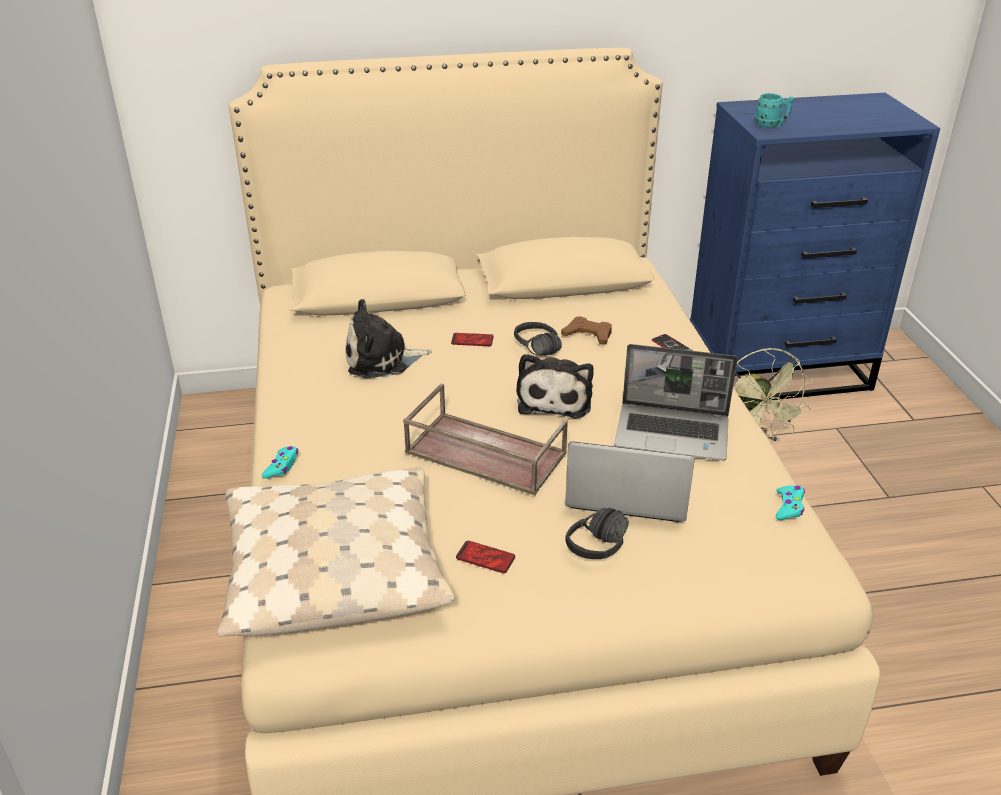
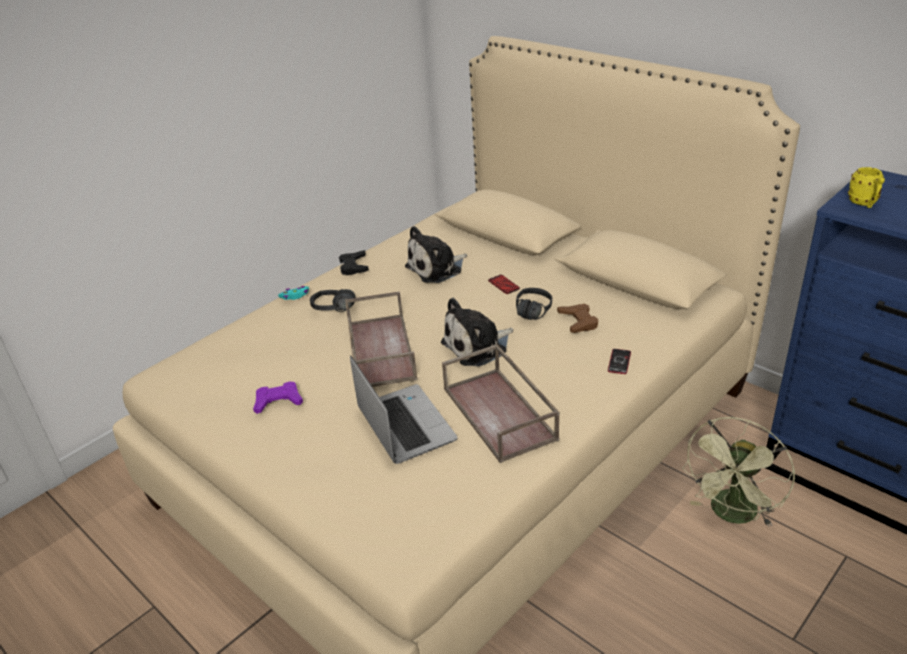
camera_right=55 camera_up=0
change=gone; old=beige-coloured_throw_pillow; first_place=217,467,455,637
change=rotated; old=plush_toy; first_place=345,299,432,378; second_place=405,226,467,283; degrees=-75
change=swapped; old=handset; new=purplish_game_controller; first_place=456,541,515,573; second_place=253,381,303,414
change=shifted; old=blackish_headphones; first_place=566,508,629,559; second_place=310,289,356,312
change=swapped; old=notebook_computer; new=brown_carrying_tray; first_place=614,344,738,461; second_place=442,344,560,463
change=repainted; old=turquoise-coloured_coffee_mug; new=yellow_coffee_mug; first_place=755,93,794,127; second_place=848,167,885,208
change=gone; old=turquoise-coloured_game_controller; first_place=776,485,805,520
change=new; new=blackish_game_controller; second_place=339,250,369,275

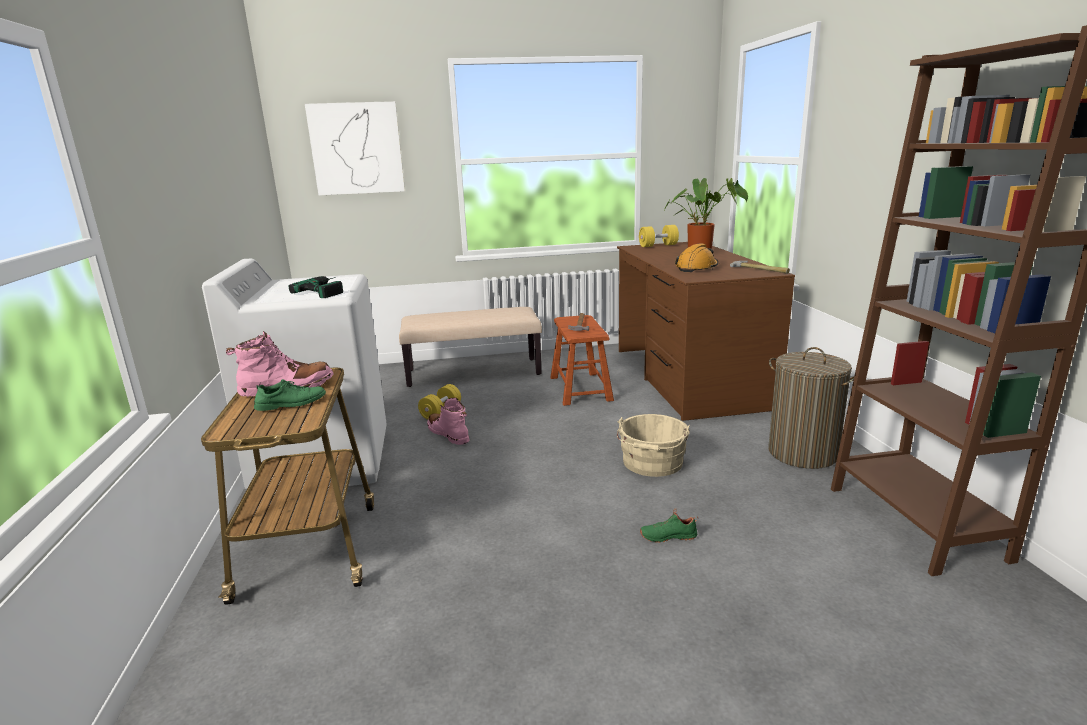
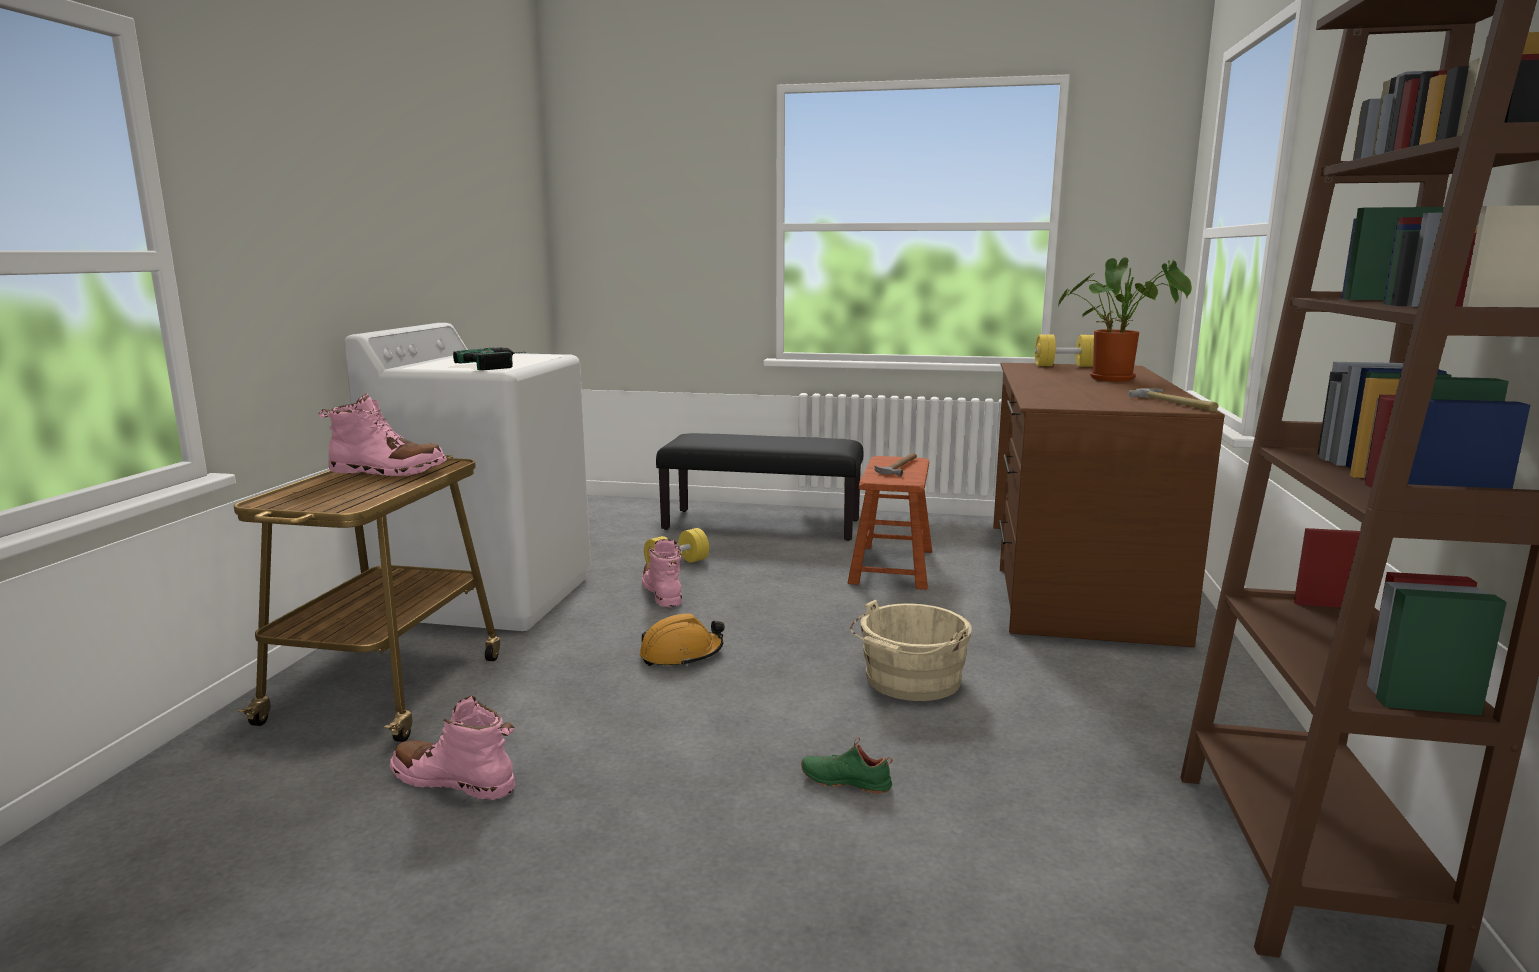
camera_right=20 camera_up=-5
change=gone; old=greenish_item_of_footwear; first_place=254,379,326,411
change=gone; old=wall_art; first_place=305,101,405,196
change=repainted; old=beige-coloured_long_seat; new=blackish_long_seat; first_place=399,307,542,387; second_place=656,433,863,541
change=shifted; old=orange_work_helmet; first_place=675,243,718,272; second_place=640,613,725,667
change=gone; old=hamper; first_place=768,347,854,469
change=new; new=pink_tall_boot; second_place=390,696,515,800

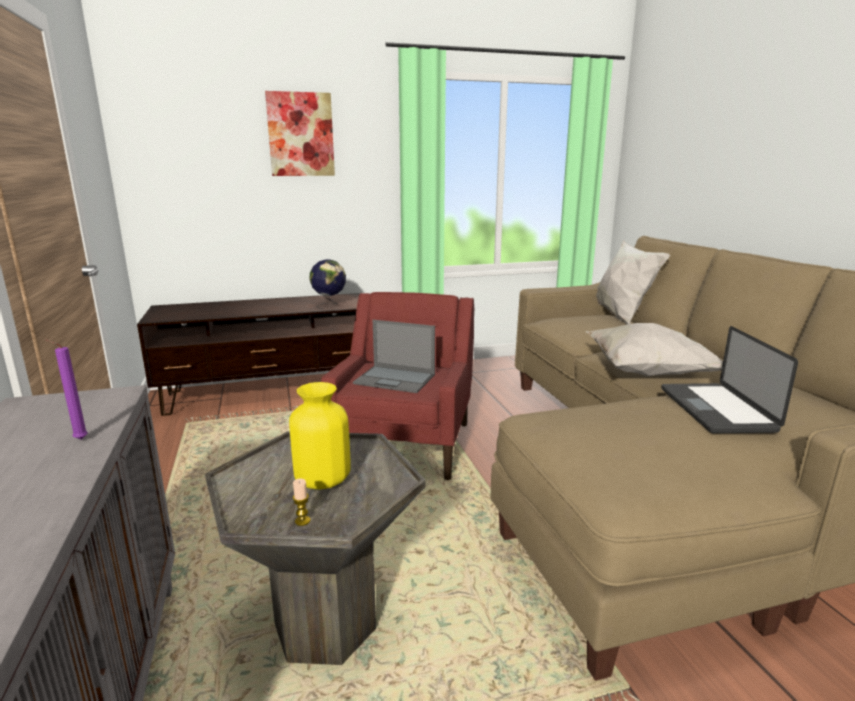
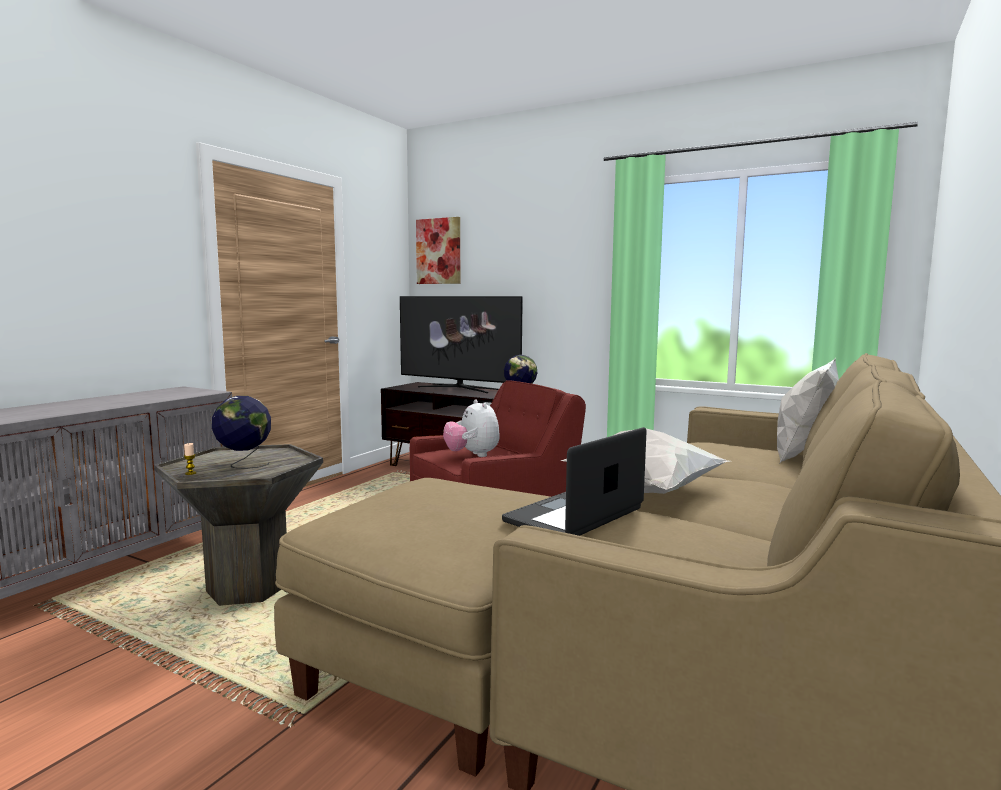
camera_right=45 camera_up=-10
change=gone; old=purplish_candle; first_place=45,340,88,440
change=shifted; old=wall_art; first_place=265,91,335,176; second_place=416,217,460,284
change=swapped; old=yellow_flower_vase; new=globe; first_place=289,382,351,490; second_place=212,396,271,469
change=swapped; old=notebook_computer; new=plush_toy; first_place=353,320,435,393; second_place=443,399,500,457
change=new; new=TV; second_place=400,296,523,393

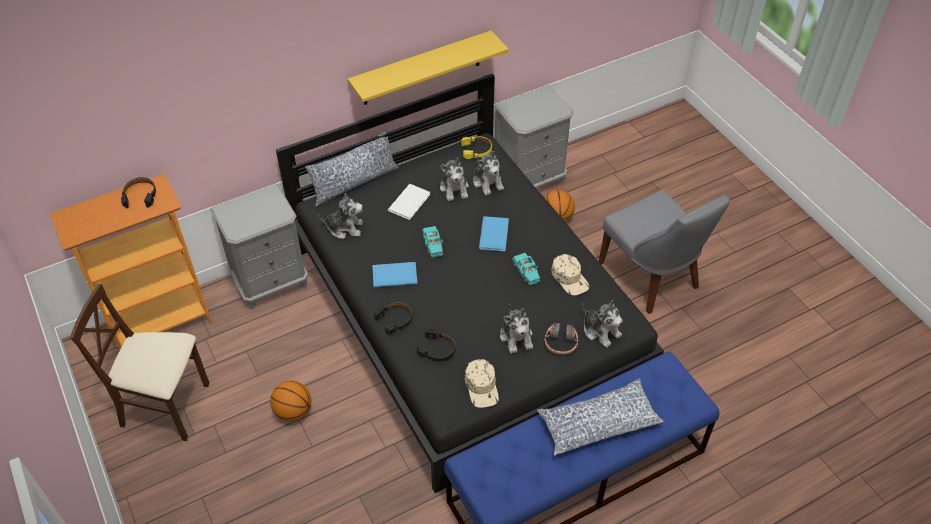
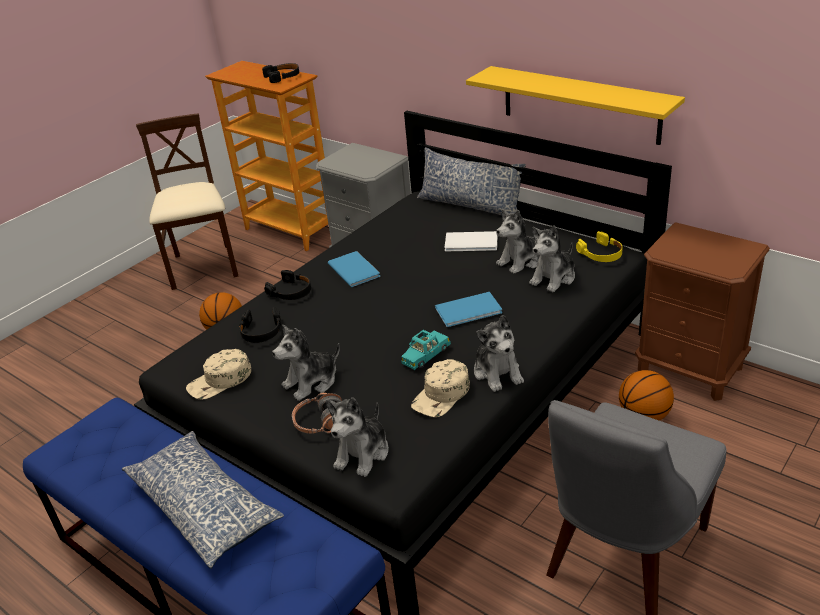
camera_right=70 camera_up=-15
change=shifted; old=plush_toy; first_place=318,193,363,239; second_place=474,315,524,392
change=gone; old=turquoise-coloured_miniature_car; first_place=422,226,443,258
change=repainted; old=grey_nightstand; new=brown_nightstand; first_place=494,85,574,188; second_place=635,222,770,401

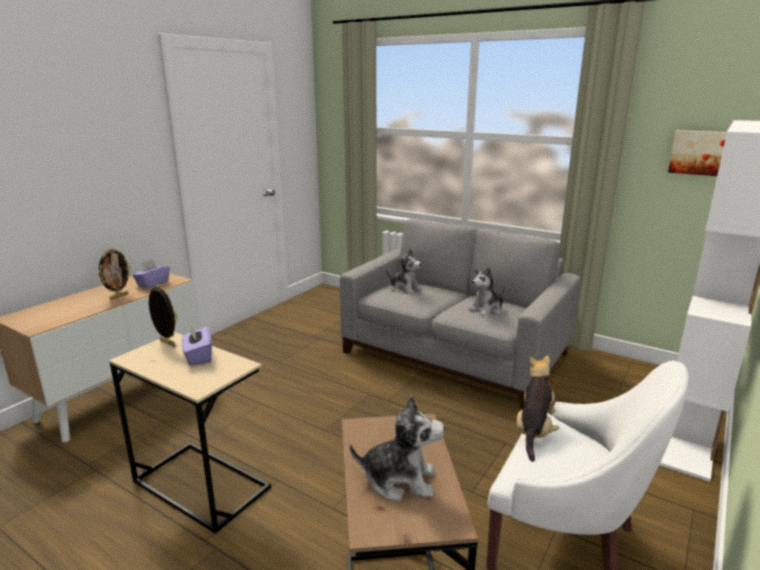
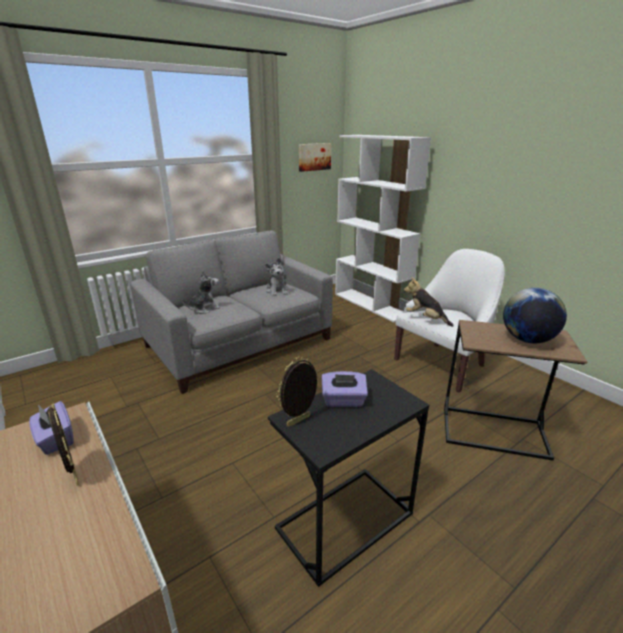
camera_right=-70 camera_up=5
change=repainted; old=beige-coloured_end_table; new=blackish_end_table; first_place=109,332,271,534; second_place=268,369,429,587
change=swapped; old=plush_toy; new=globe; first_place=350,395,445,501; second_place=503,288,567,343

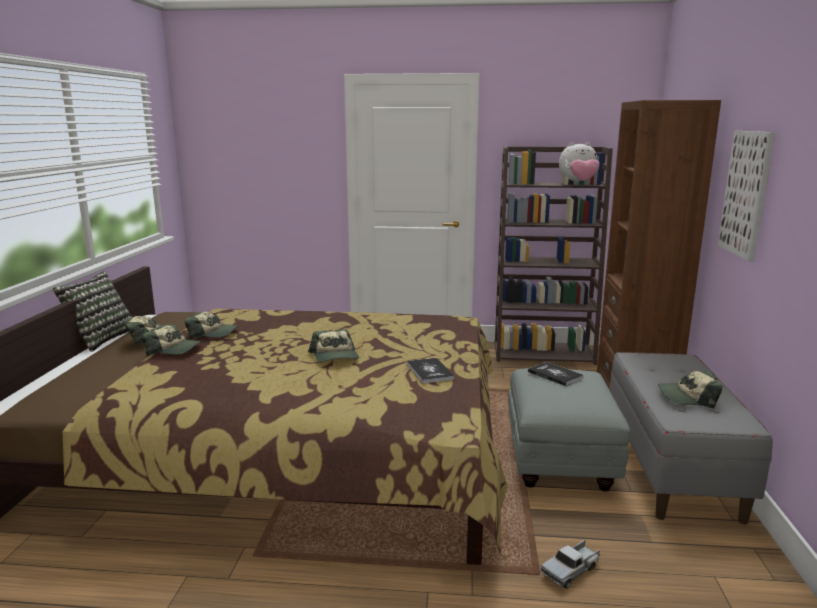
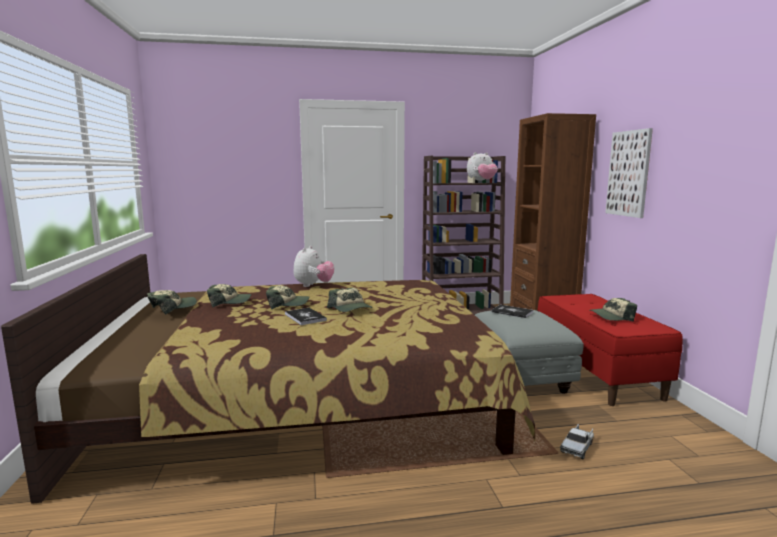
camera_right=-15 camera_up=-5
change=gone; old=throw_pillow; first_place=53,271,132,352
change=shifted; old=baseball_cap; first_place=142,326,202,356; second_place=266,285,309,310
change=shifted; old=bound_book; first_place=407,358,454,384; second_place=285,308,327,325
change=repainted; old=grey_long_seat; new=red_long_seat; first_place=610,352,773,525; second_place=538,294,683,406
change=new; new=plush_toy; second_place=294,246,334,287

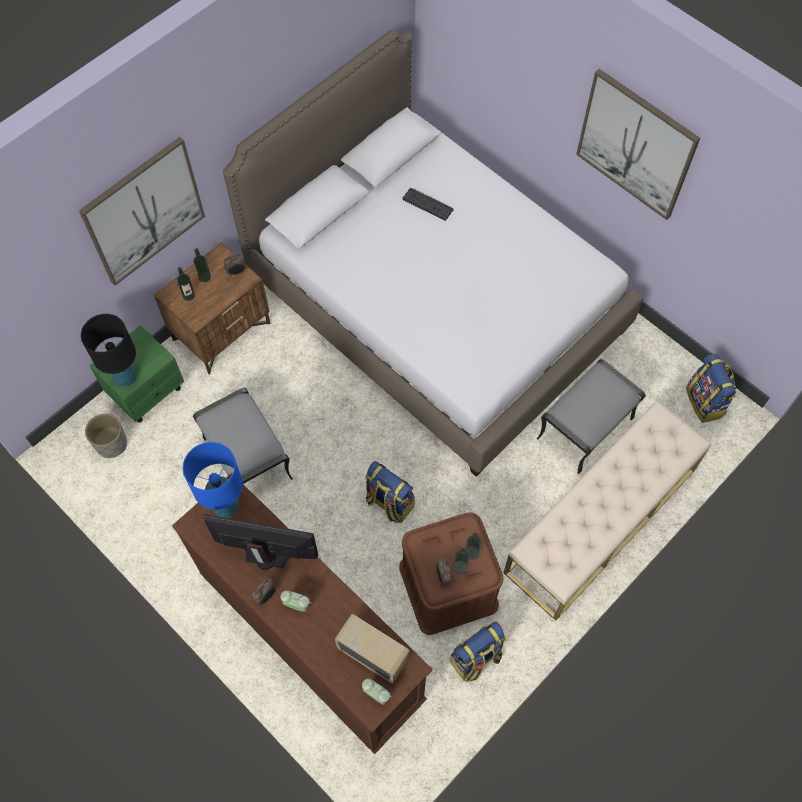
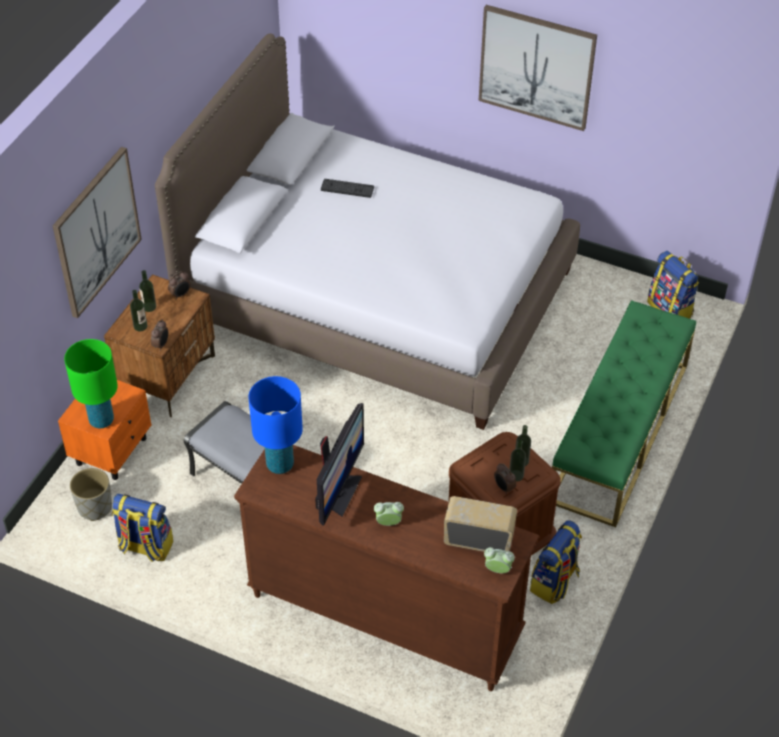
camera_right=-20 camera_up=-15
change=repainted; old=blackish_table_lamp; new=greenish_table_lamp; first_place=81,314,137,386; second_place=64,339,118,429
change=repainted; old=greenish_nightstand; new=orange_nightstand; first_place=90,325,184,423; second_place=58,380,151,480
change=rotated; old=computer_display; first_place=203,514,318,570; second_place=315,403,364,526; degrees=120
change=shifted; old=alarm_clock; first_place=251,578,276,606; second_place=151,319,168,351
change=shifted; old=knapsack; first_place=365,461,415,523; second_place=112,494,173,562
change=repainted; old=beige-coloured_long_seat; new=greenish_long_seat; first_place=503,400,711,621; second_place=552,301,696,527
change=gone; old=grey_footrest; first_place=537,359,646,474

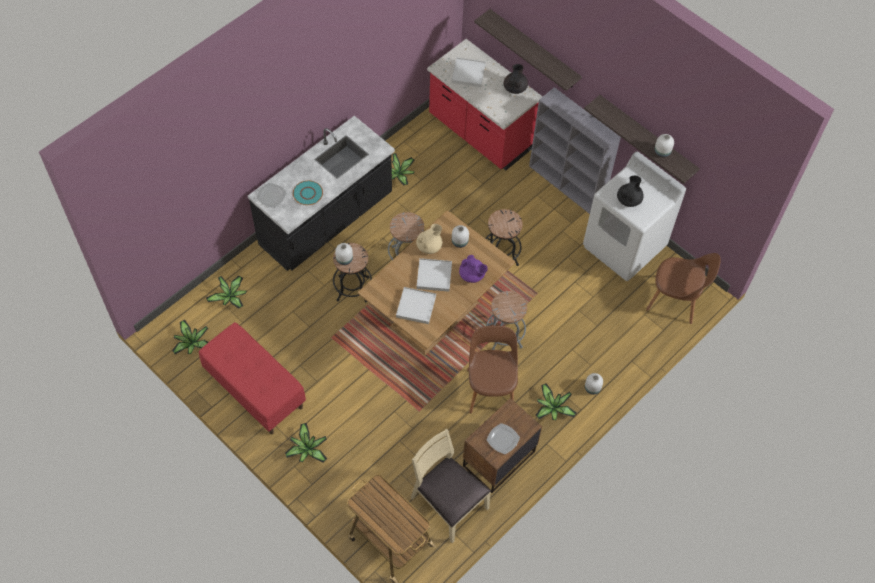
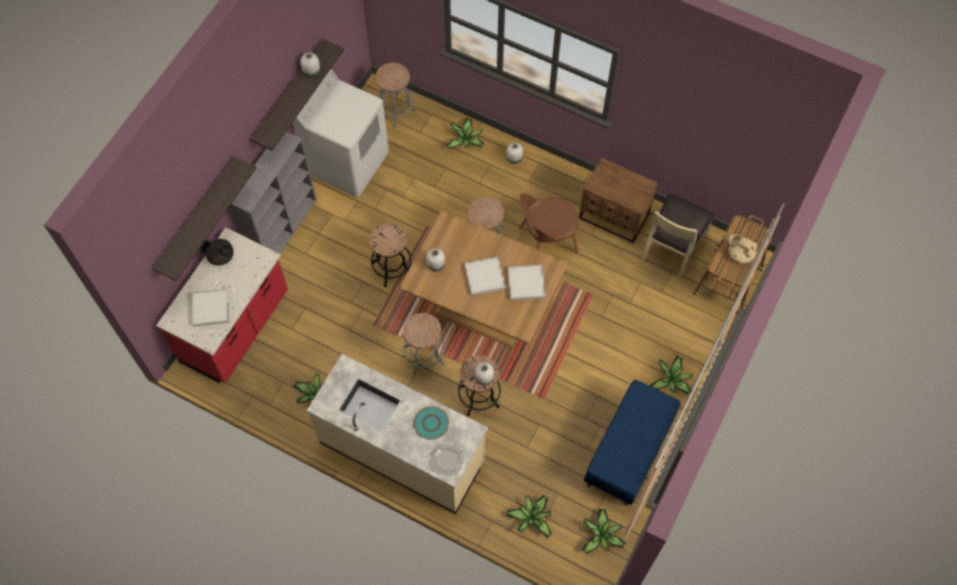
camera_right=-105 camera_up=5
change=repainted; old=red_long_seat; new=blue_long_seat; first_place=199,322,306,434; second_place=584,380,680,506
change=repainted; old=blackish_counter; new=beige-coloured_counter; first_place=248,116,395,271; second_place=306,354,488,514
change=shifted; old=beige-coloured_tea_pot; first_place=416,224,443,254; second_place=729,234,757,264
change=gone; old=purplish_tea_pot; first_place=459,255,488,283
change=gone; old=flat_dish; first_place=486,423,520,454
change=shifted; old=potted_plant; first_place=536,383,577,420; second_place=446,118,484,149
change=gone; old=blackish_tea_pot; first_place=617,176,644,207
change=swapped; old=brown_plain_chair; new=grey_stool_seat; first_place=646,253,721,324; second_place=375,62,417,128

